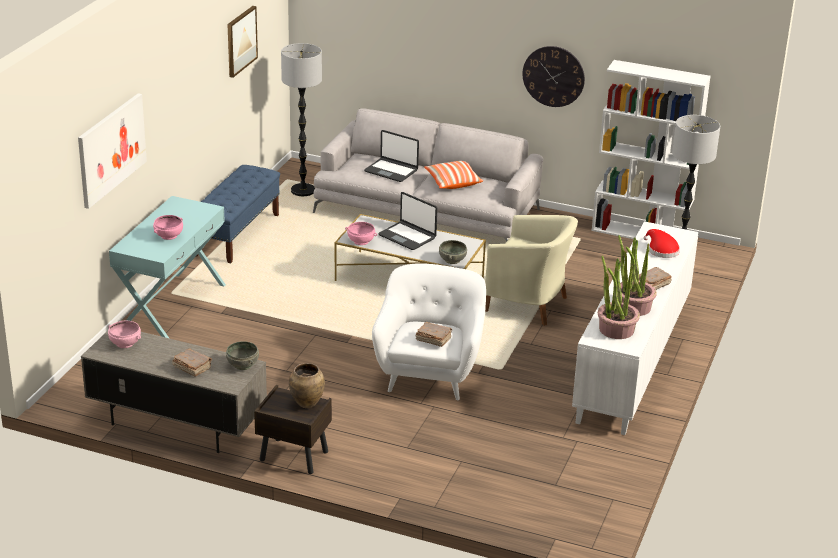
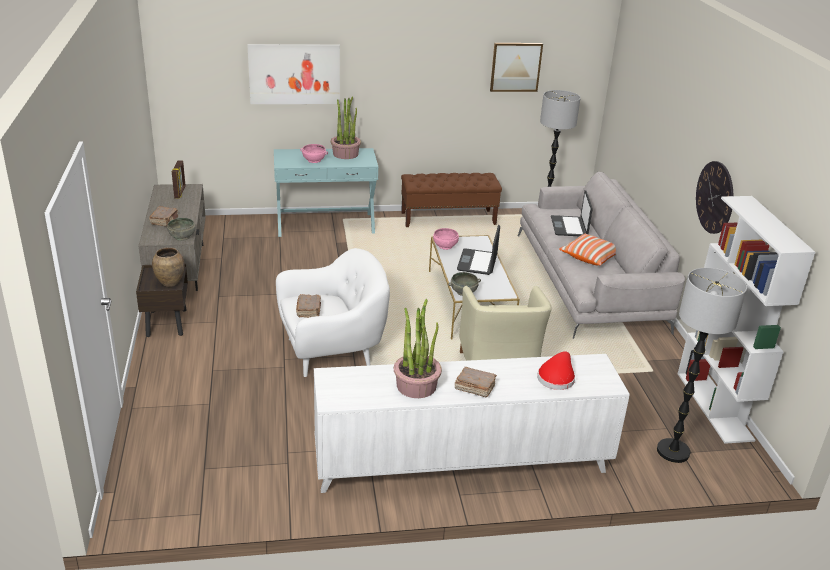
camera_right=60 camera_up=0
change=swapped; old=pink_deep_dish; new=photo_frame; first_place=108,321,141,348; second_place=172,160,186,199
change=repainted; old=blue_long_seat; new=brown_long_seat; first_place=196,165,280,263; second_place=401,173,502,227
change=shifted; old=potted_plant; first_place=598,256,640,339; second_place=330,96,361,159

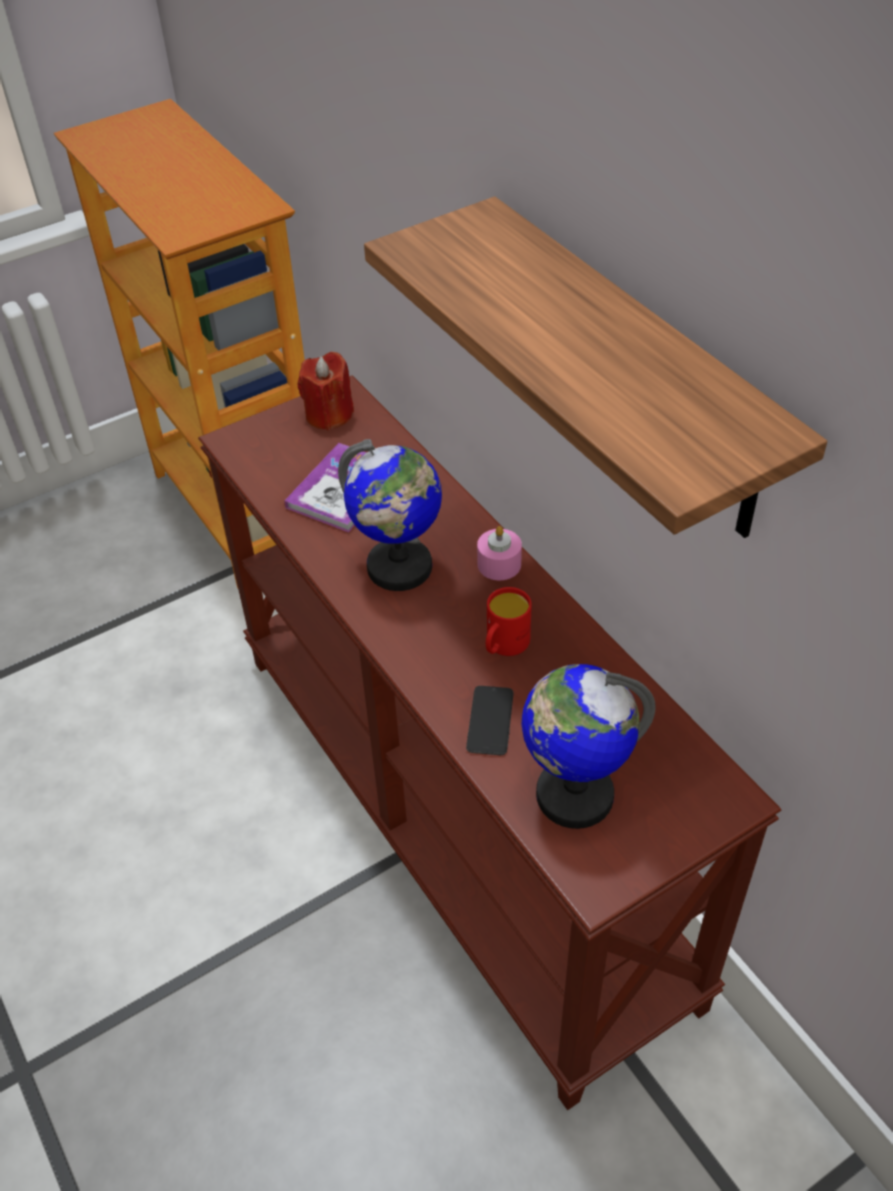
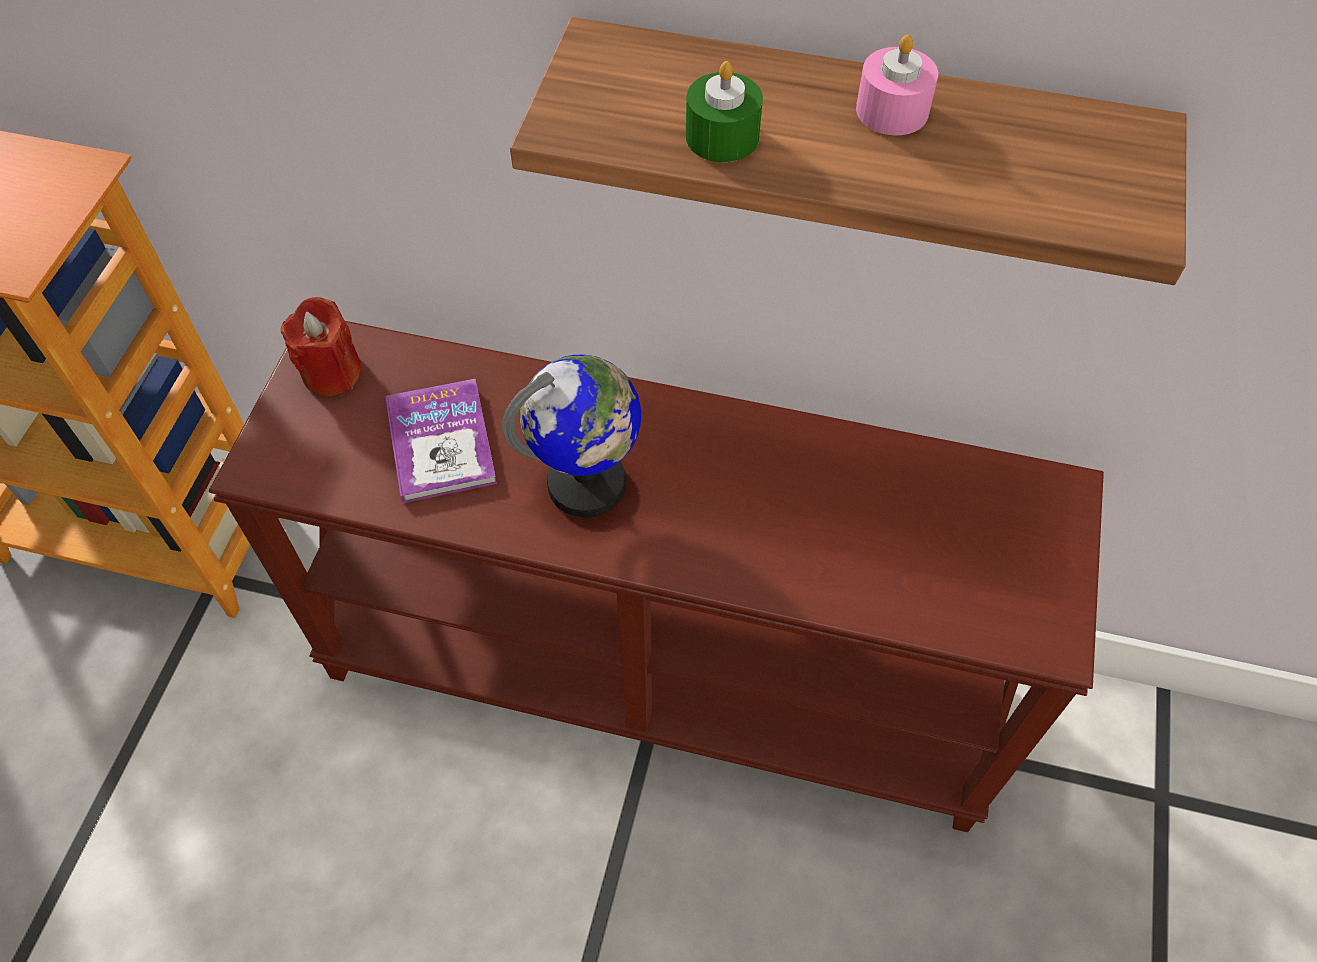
camera_right=-45 camera_up=10
change=gone; old=handset; first_place=466,686,514,755
change=shifted; old=pink_candle; first_place=477,526,522,581; second_place=856,35,938,135
change=gone; old=red_coffee_mug; first_place=486,587,532,656
change=gone; old=globe; first_place=522,664,656,829
change=new; new=greenish_candle; second_place=686,61,763,162

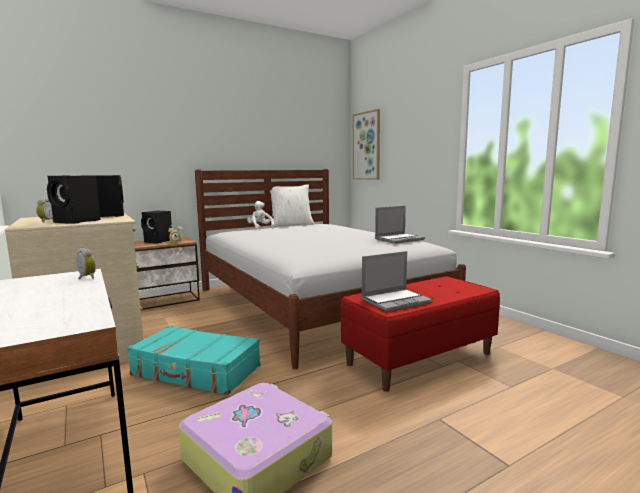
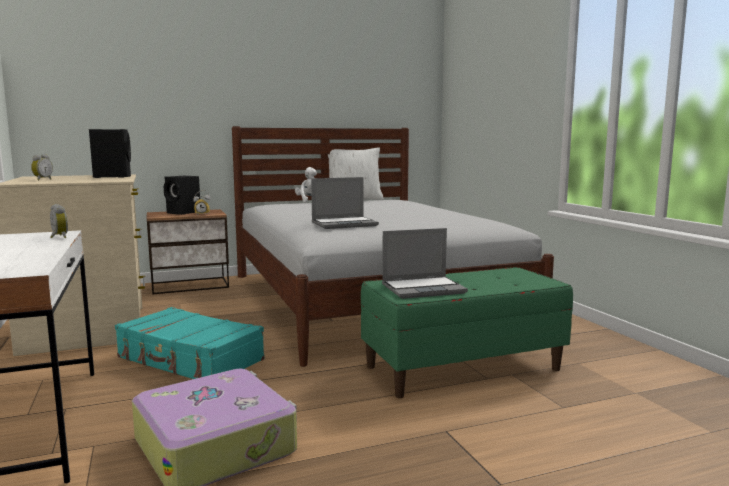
camera_right=10 camera_up=0
change=gone; old=blackish_audio_speaker; first_place=47,175,101,223
change=repainted; old=red_long_seat; new=greenish_long_seat; first_place=341,276,500,392; second_place=361,267,573,398
change=gone; old=wall_art; first_place=353,109,380,180
change=shifted; old=notebook_computer; first_place=375,206,425,244; second_place=311,177,379,229

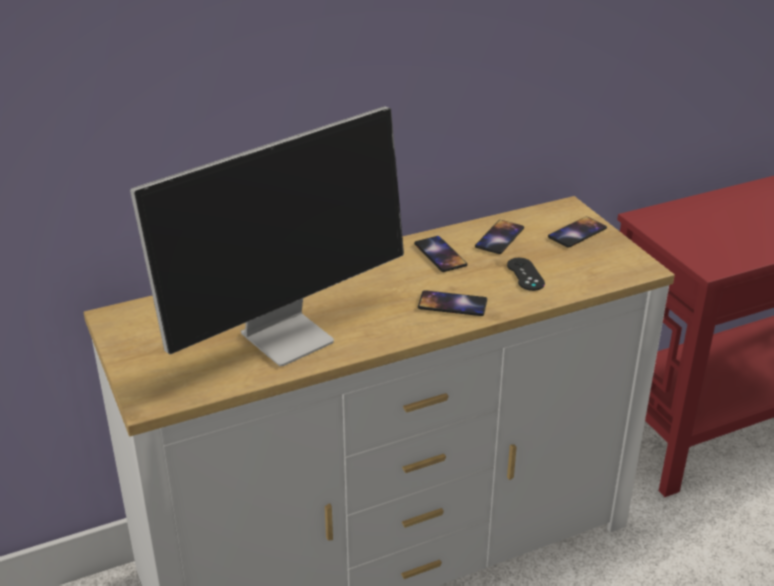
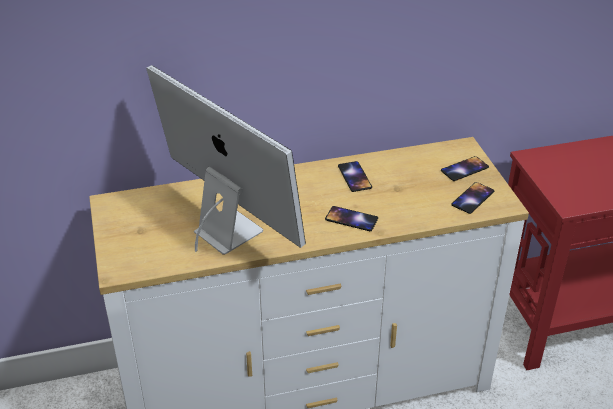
camera_right=10 camera_up=5
change=rotated; old=computer_display; first_place=130,106,404,366; second_place=146,65,306,254; degrees=-105
change=shifted; old=handset; first_place=475,220,524,254; second_place=451,182,494,214
change=gone; old=blackish_game_controller; first_place=507,258,545,291

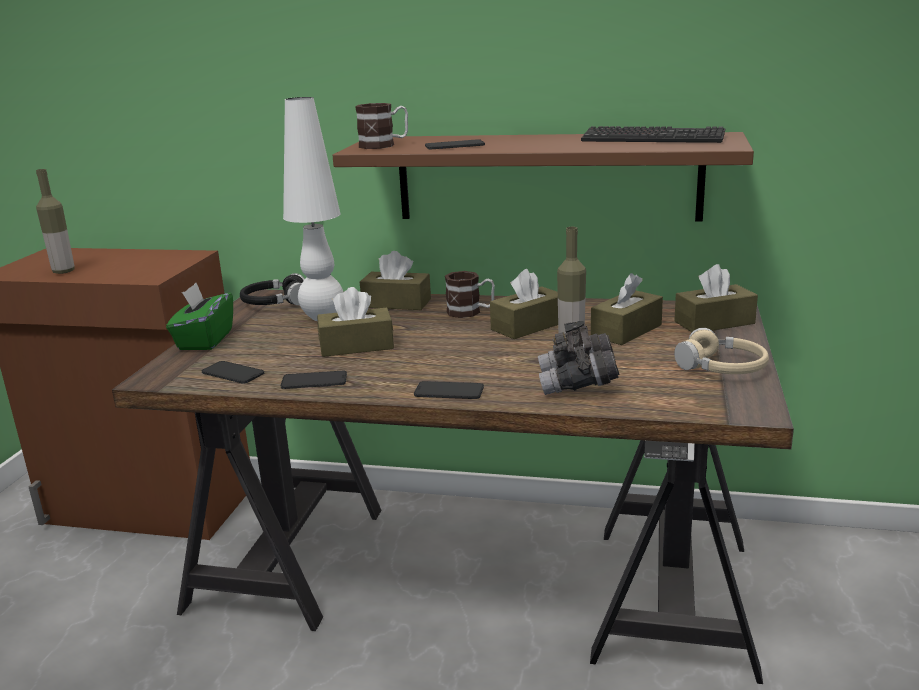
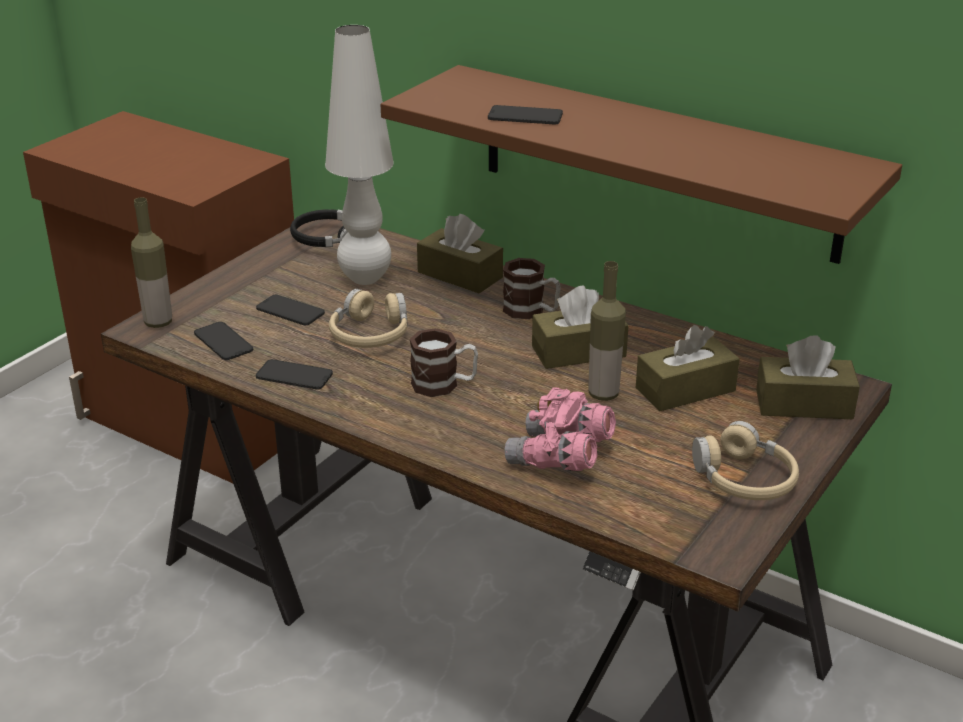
camera_right=20 camera_up=10
change=shifted; old=beverage_bottle; first_place=36,169,75,274; second_place=131,197,172,328
change=gone; old=greenish_box_of_tissues; first_place=166,283,233,350
change=swapped; old=brown_box_of_tissues; new=beige-coloured_headphones; first_place=317,287,394,357; second_place=329,289,407,348
change=shifted; old=coffee_mug; first_place=355,103,408,149; second_place=410,328,478,397
change=shifted; old=handset; first_place=414,381,484,399; second_place=256,294,325,325
change=repainted; old=grey_binoculars; new=pink_binoculars; first_place=538,321,620,395; second_place=505,387,616,471
change=gone; old=PC_keyboard; first_place=581,126,726,143

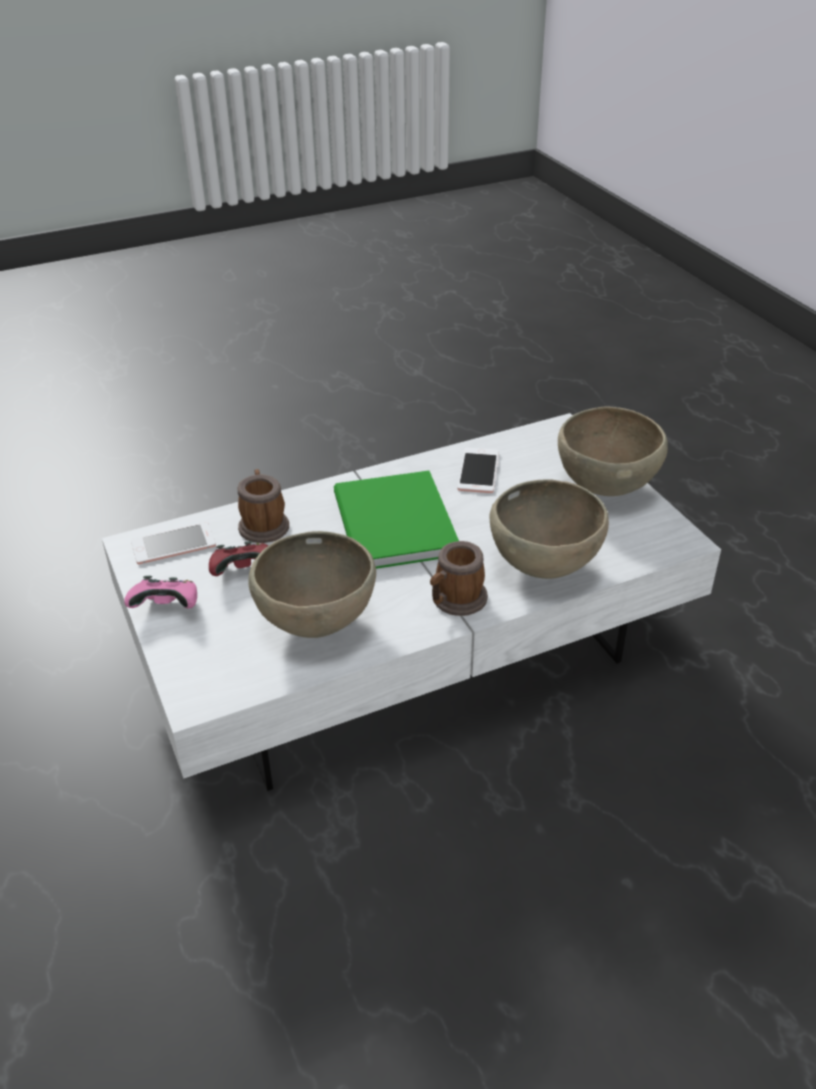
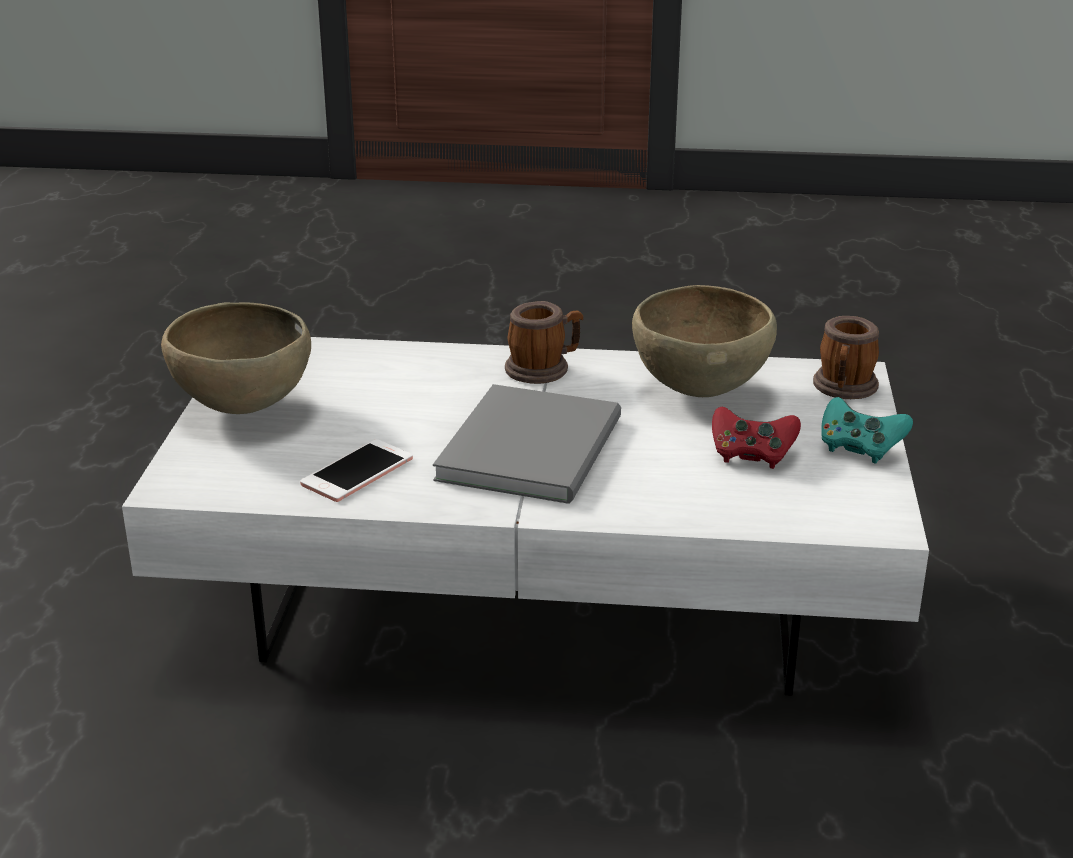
camera_right=-150 camera_up=-10
change=repainted; old=pink_game_controller; new=turquoise-coloured_game_controller; first_place=124,576,197,609; second_place=821,397,913,464
change=gone; old=handset; first_place=131,522,216,565
change=shifted; old=coffee_mug; first_place=238,469,289,543; second_place=813,316,879,399
change=repainted; old=greenish_bound_book; new=grey_bound_book; first_place=334,471,459,569; second_place=433,384,621,504
change=gone; old=brown_deep_dish; first_place=490,479,609,579

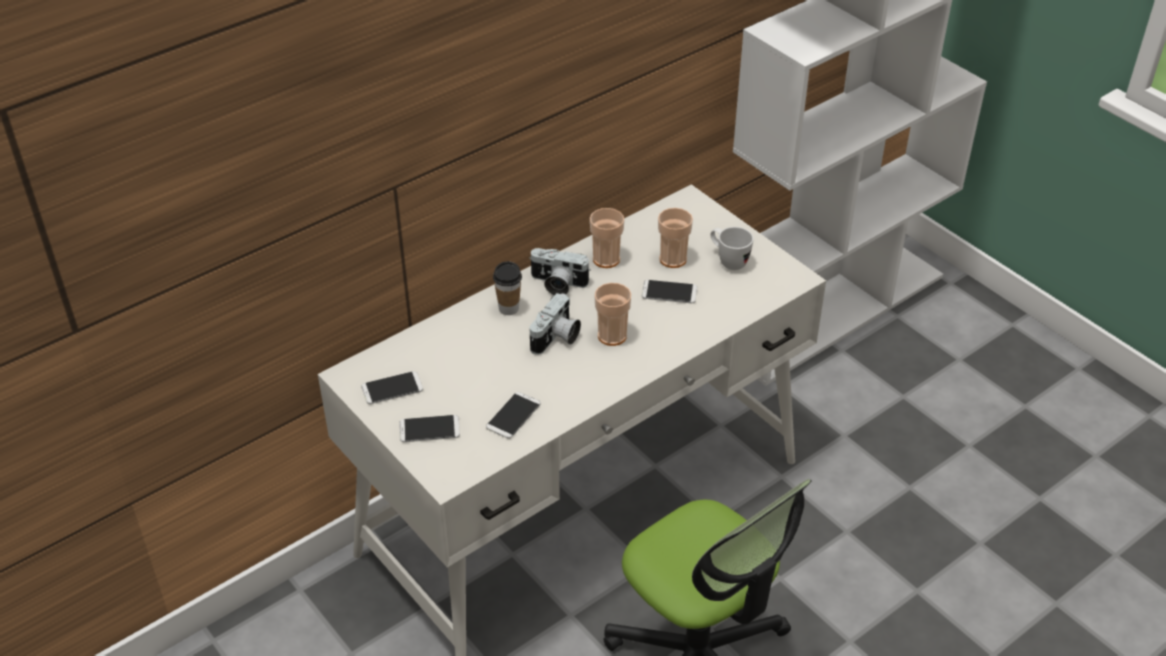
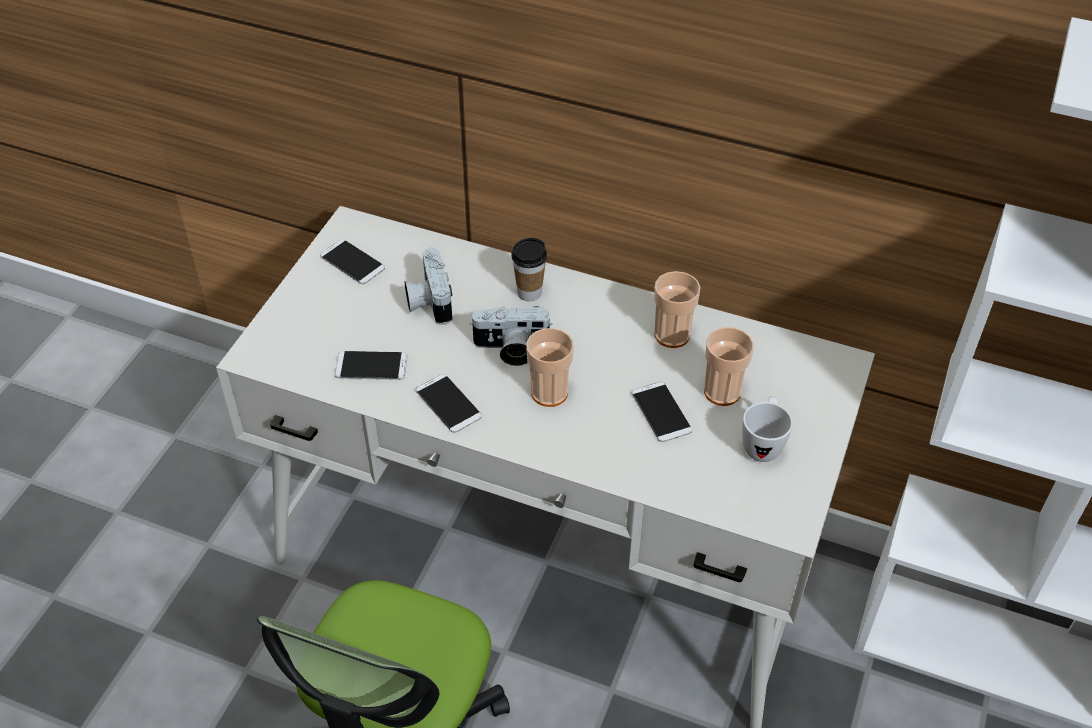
camera_right=60 camera_up=5
change=shifted; old=handset; first_place=399,415,460,442; second_place=416,374,482,433
change=shifted; old=photo_camera; first_place=529,248,591,295; second_place=405,248,453,325

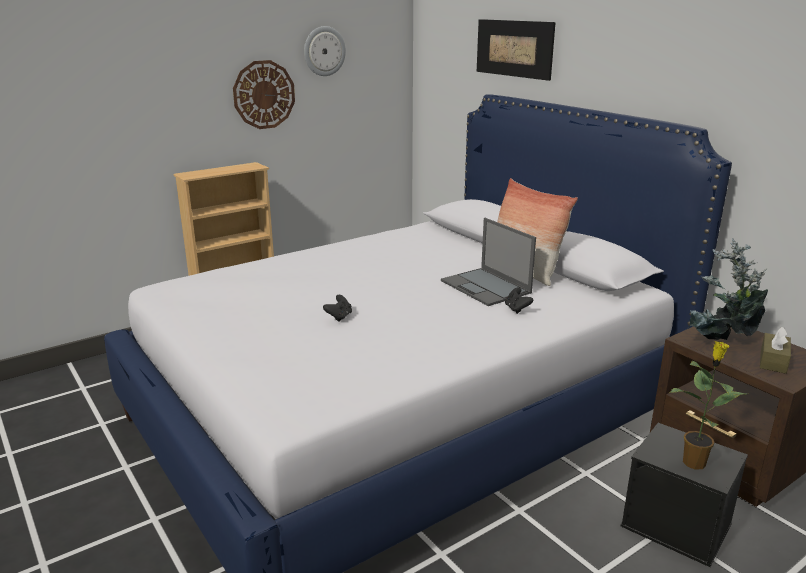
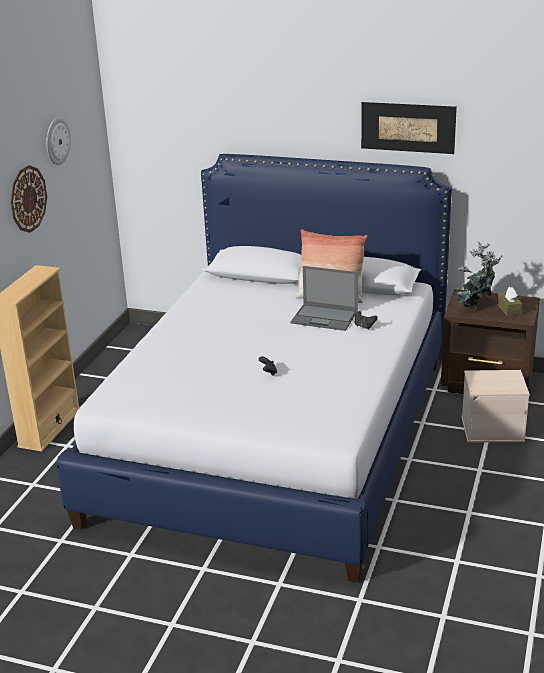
camera_right=-35 camera_up=5
change=shifted; old=wall_art; first_place=477,19,556,81; second_place=361,102,457,154
change=repainted; old=blackish_storage_box; new=beige-coloured_storage_box; first_place=621,423,748,567; second_place=461,370,530,443
change=gone; old=potted_plant; first_place=669,341,746,470

